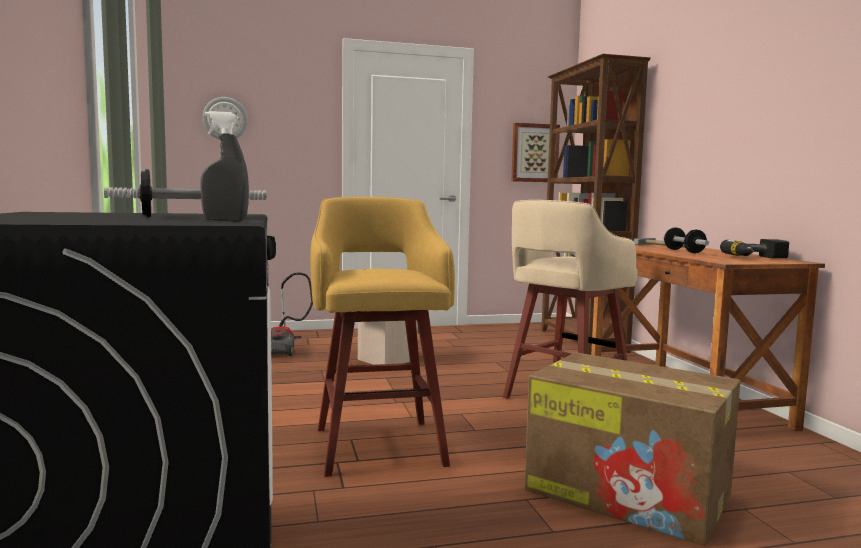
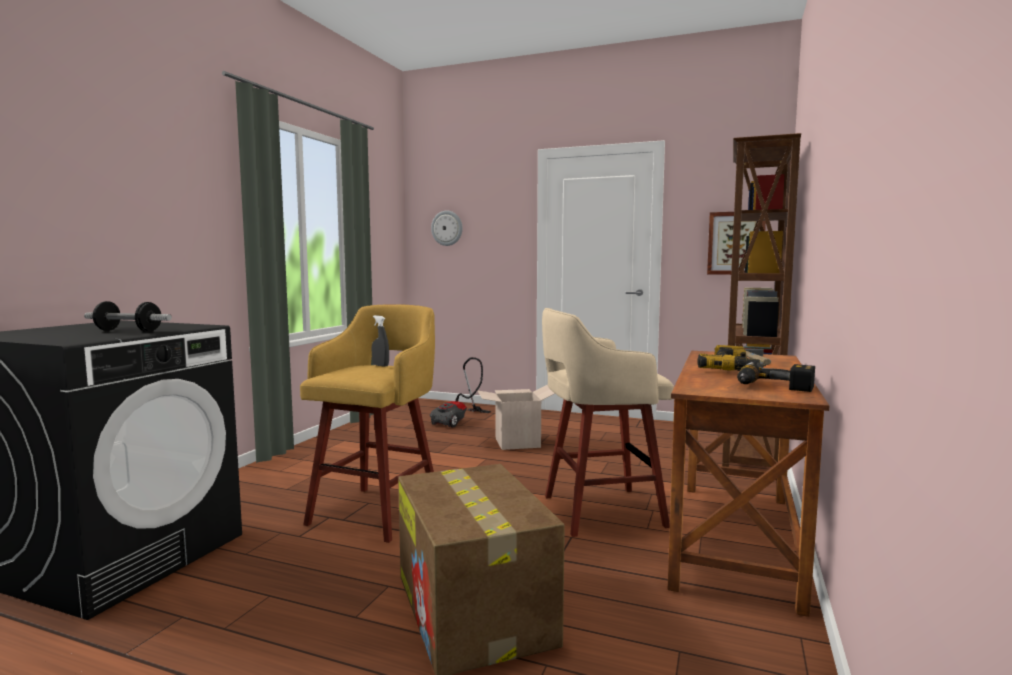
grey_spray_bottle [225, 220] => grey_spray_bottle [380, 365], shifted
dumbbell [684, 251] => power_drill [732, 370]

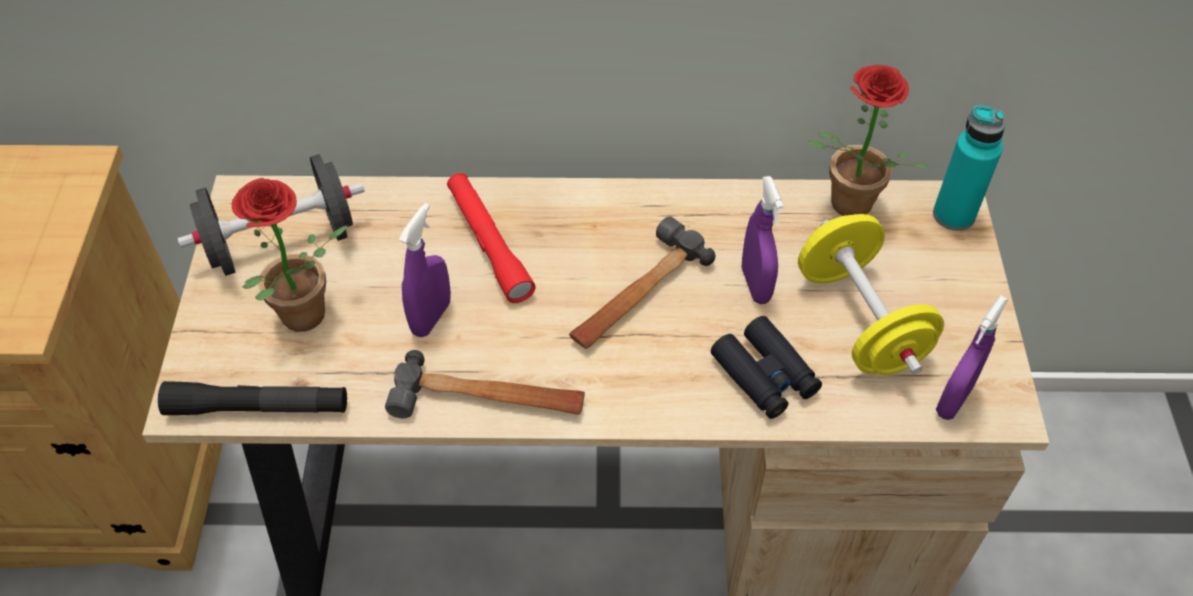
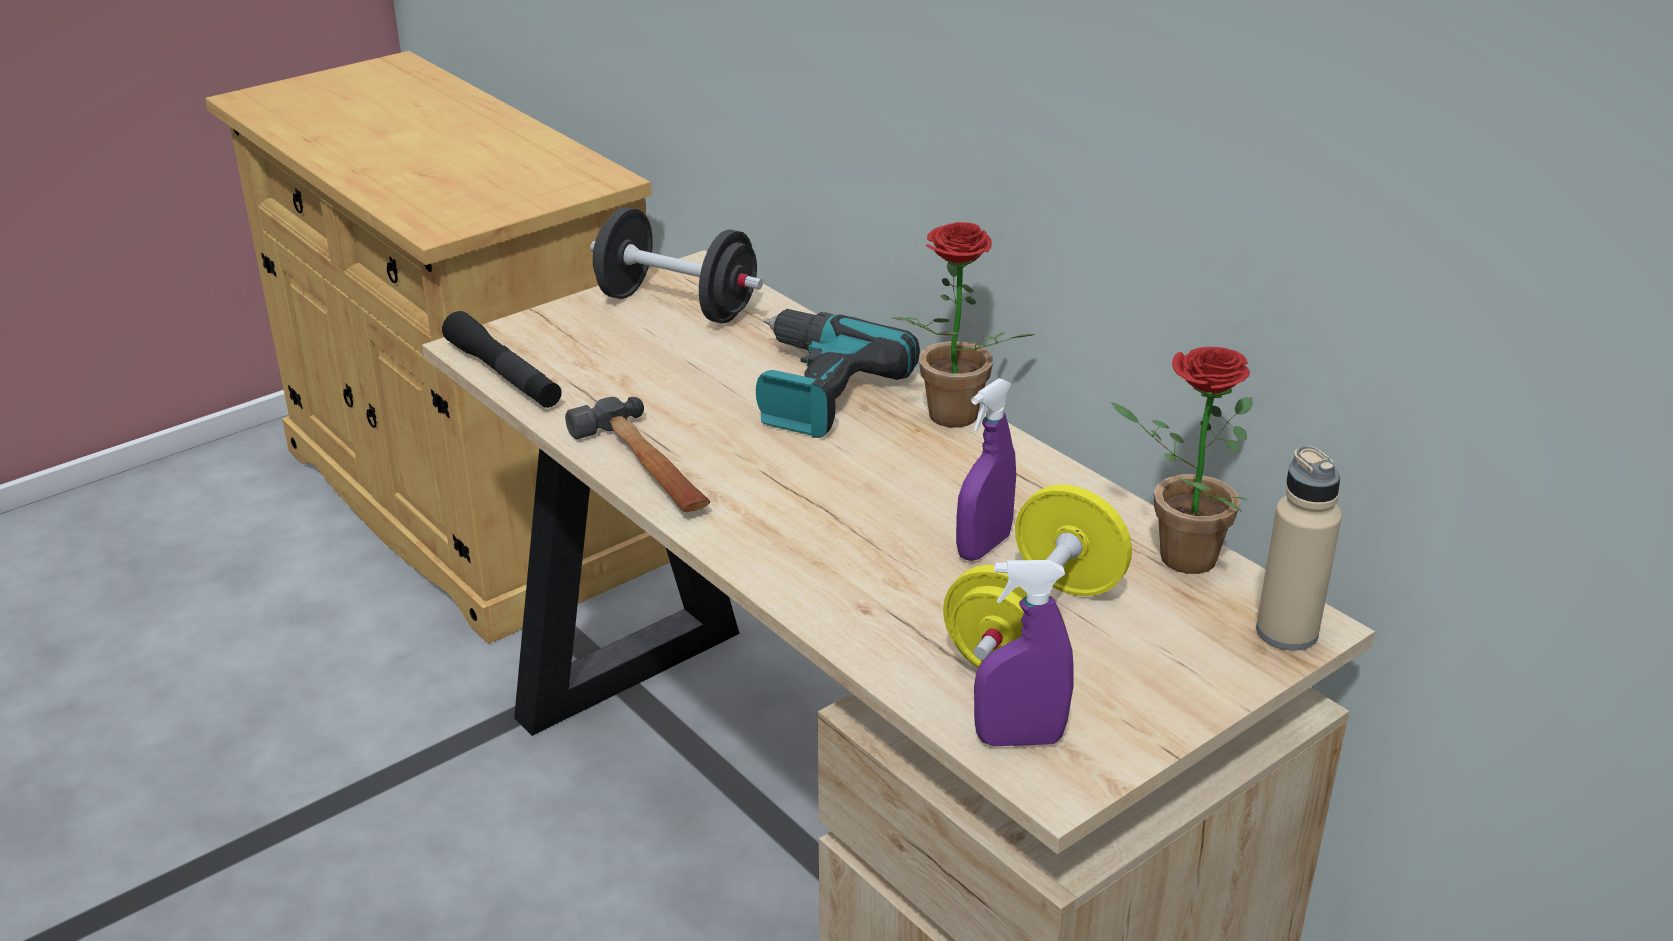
red_flashlight [489, 244] => power_drill [814, 390]
potted_plant [305, 322] => potted_plant [948, 420], shifted
turquoise_bottle [953, 215] => beige_bottle [1286, 632]
purple_spray_bottle [431, 317] => nothing
hammer [637, 293] => nothing
black_binoculars [765, 375] => nothing

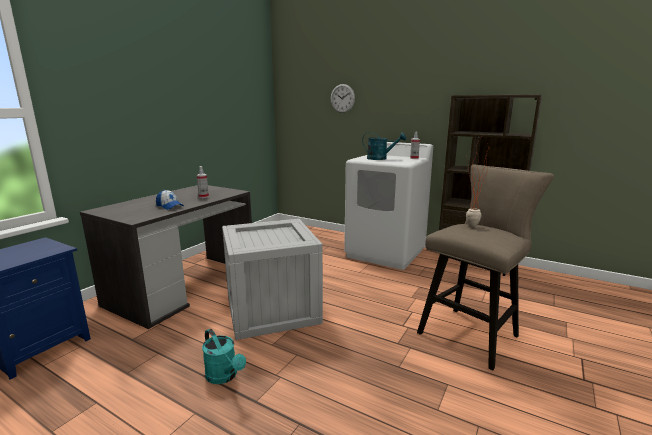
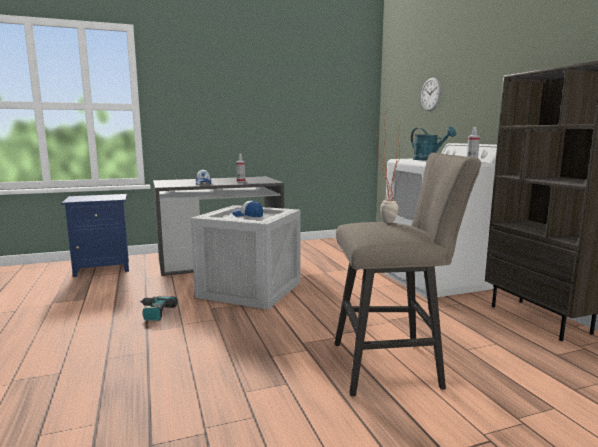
turquoise_watering_can [224, 376] => power_drill [154, 313]
nothing => cap [248, 215]

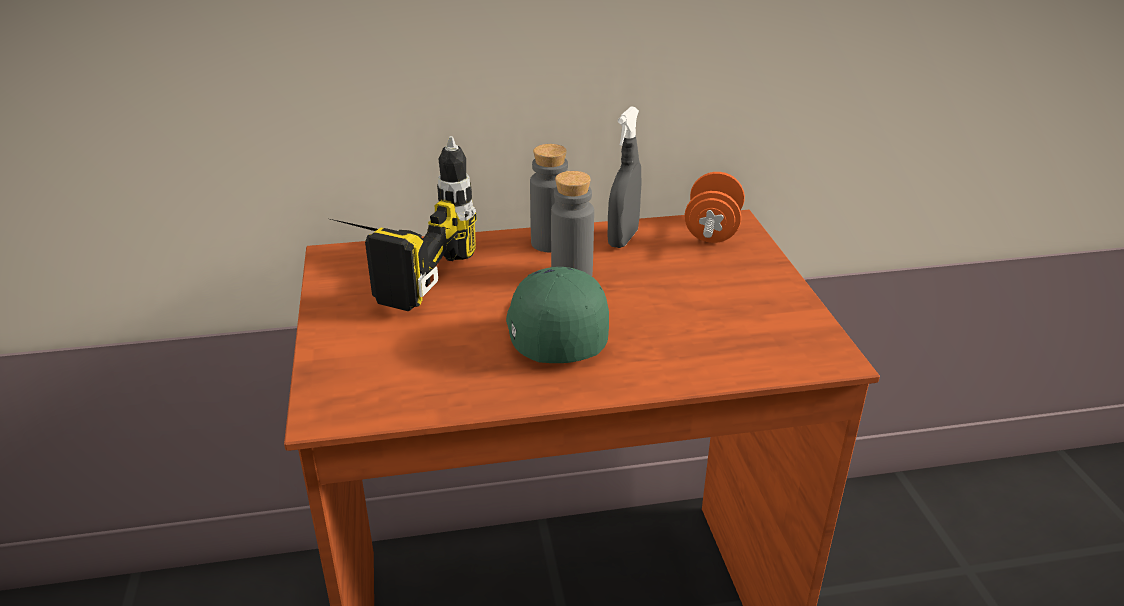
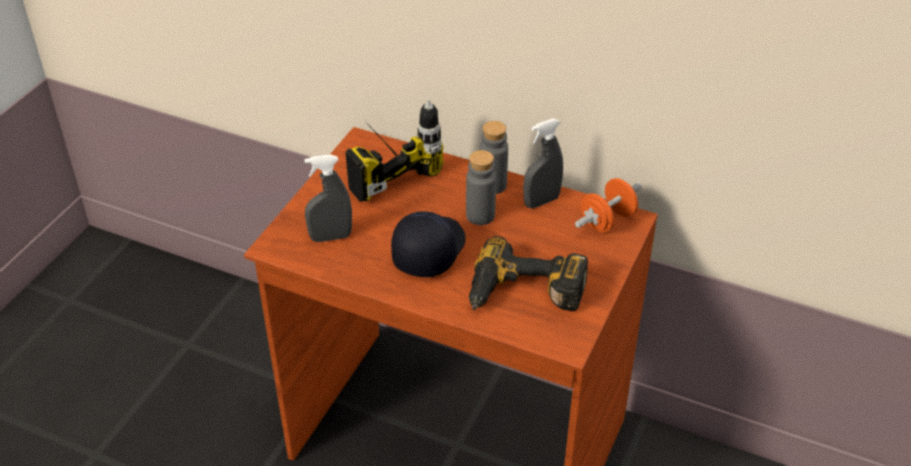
nothing => grey_spray_bottle [331, 237]
green_cap [552, 332] => black_cap [428, 250]
nothing => power_drill [524, 295]

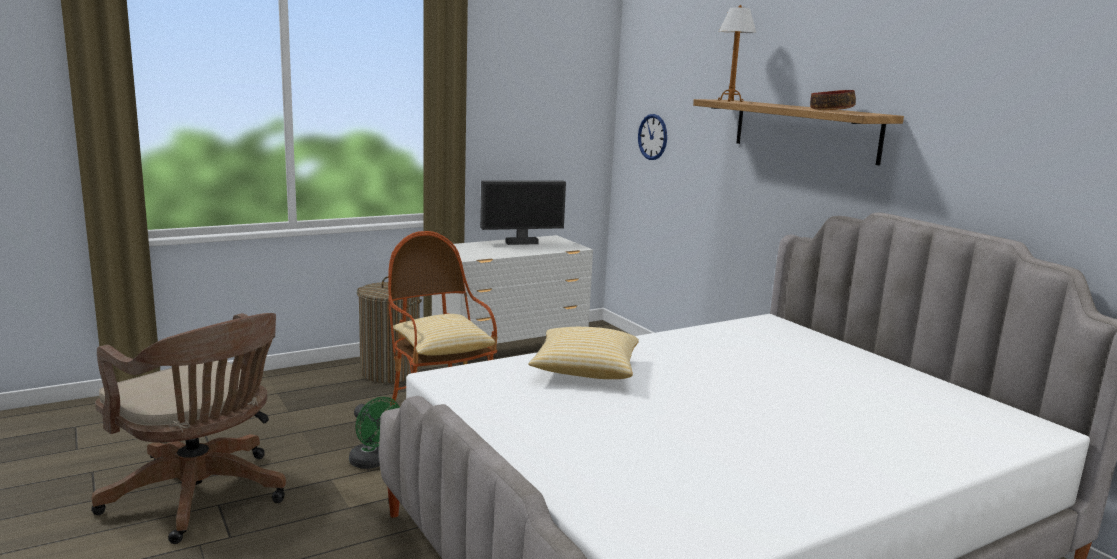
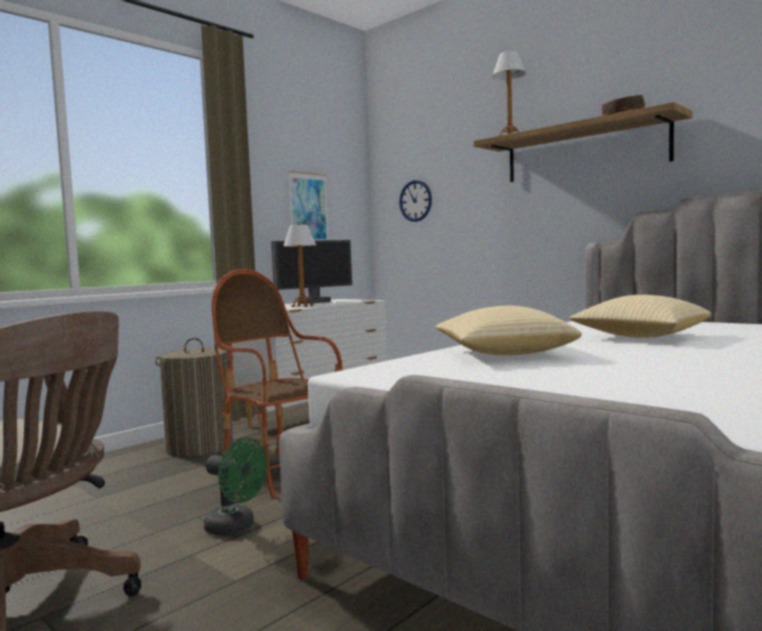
nothing => table_lamp [302, 306]
nothing => picture [308, 209]
pillow [442, 350] => pillow [640, 337], shifted

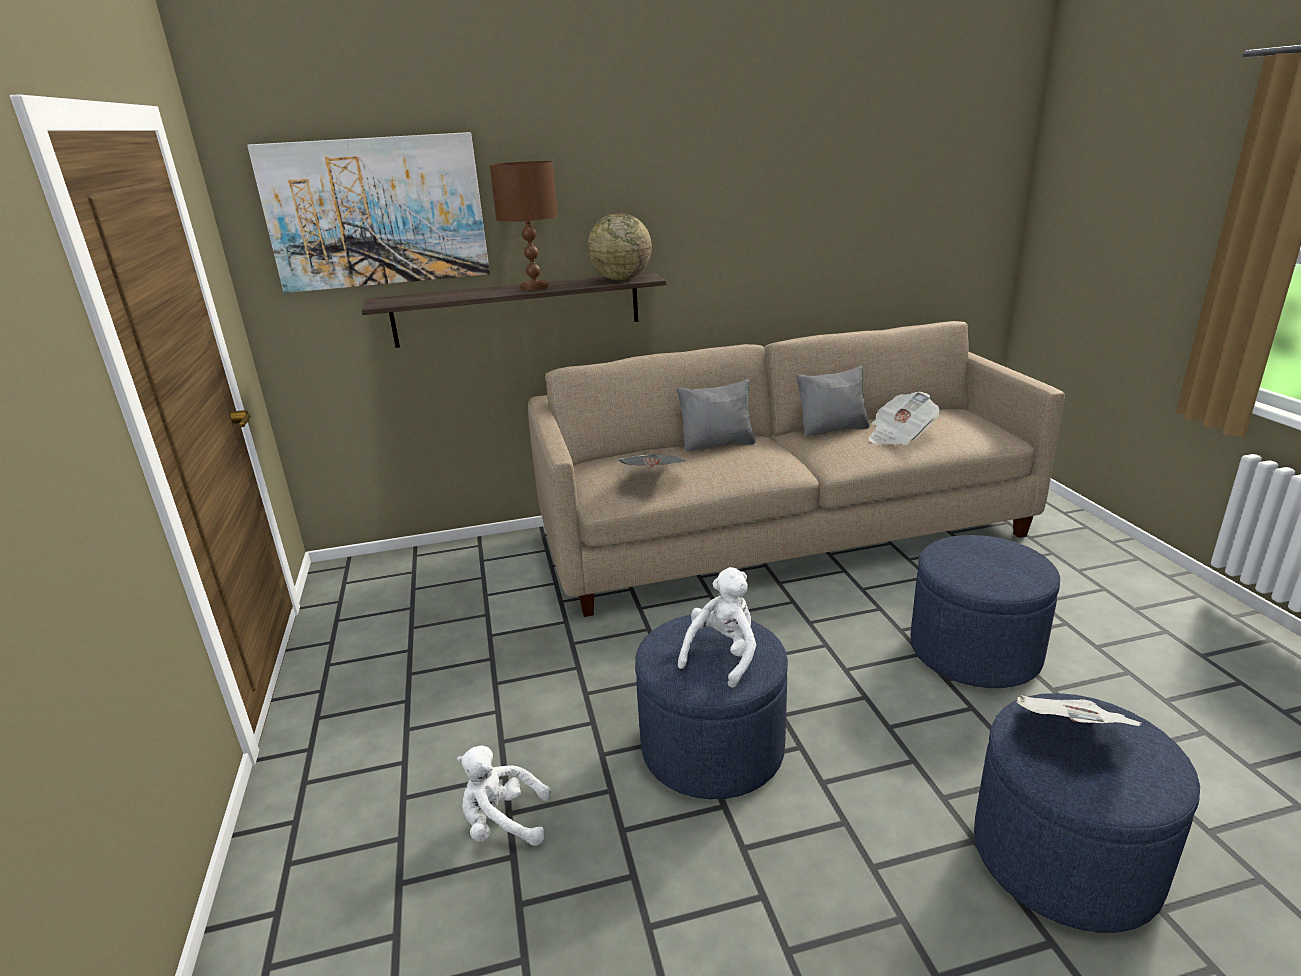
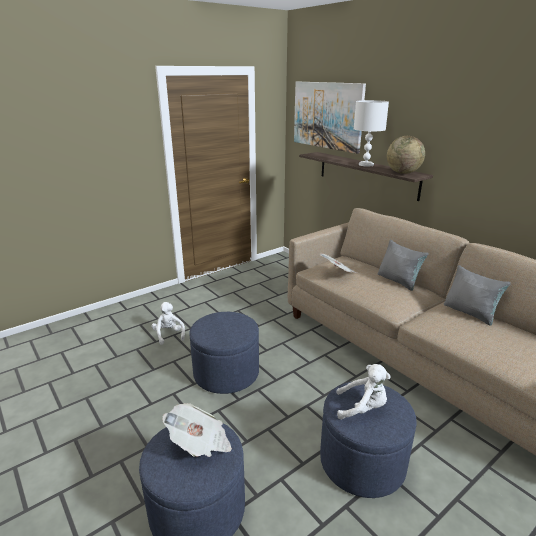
white_plush_toy [723, 655] => white_plush_toy [362, 408], shifted
brown_table_lamp [535, 287] => white_table_lamp [365, 165]
newspaper [899, 436] => nothing

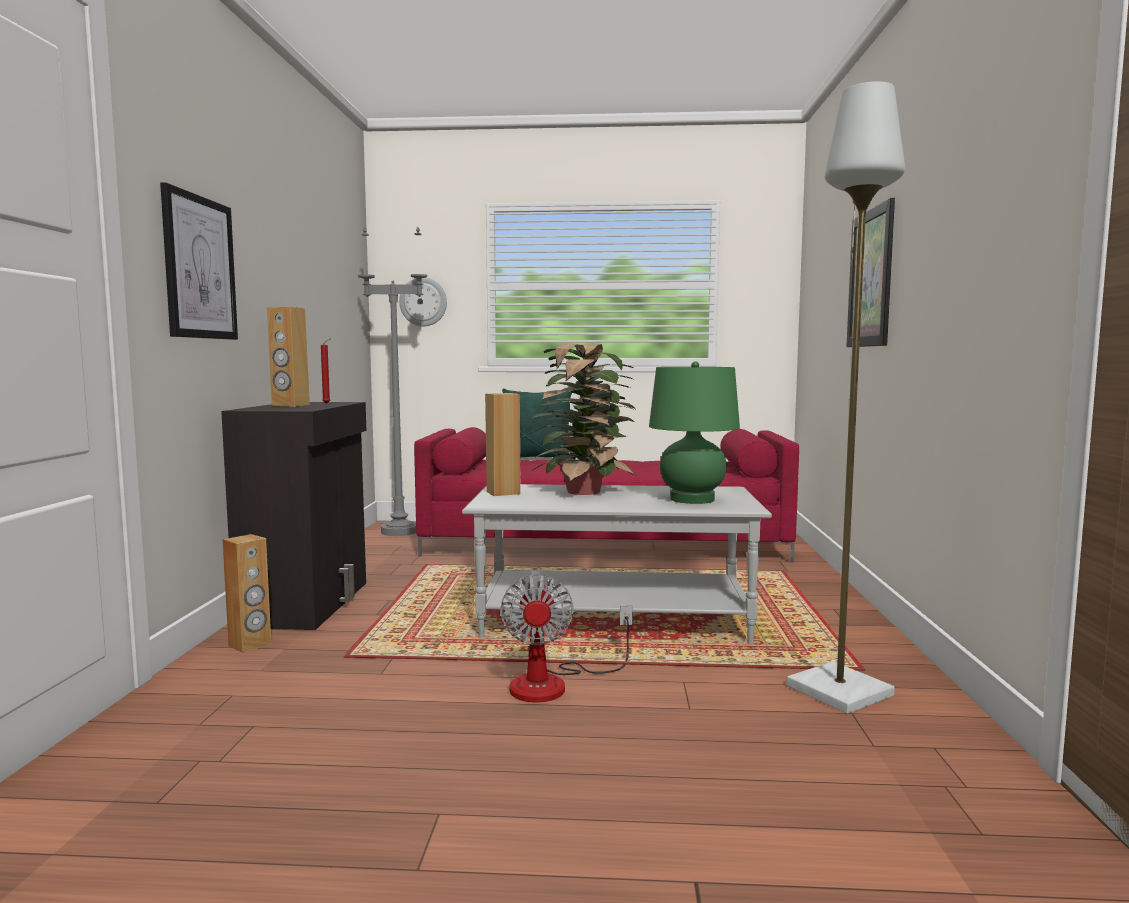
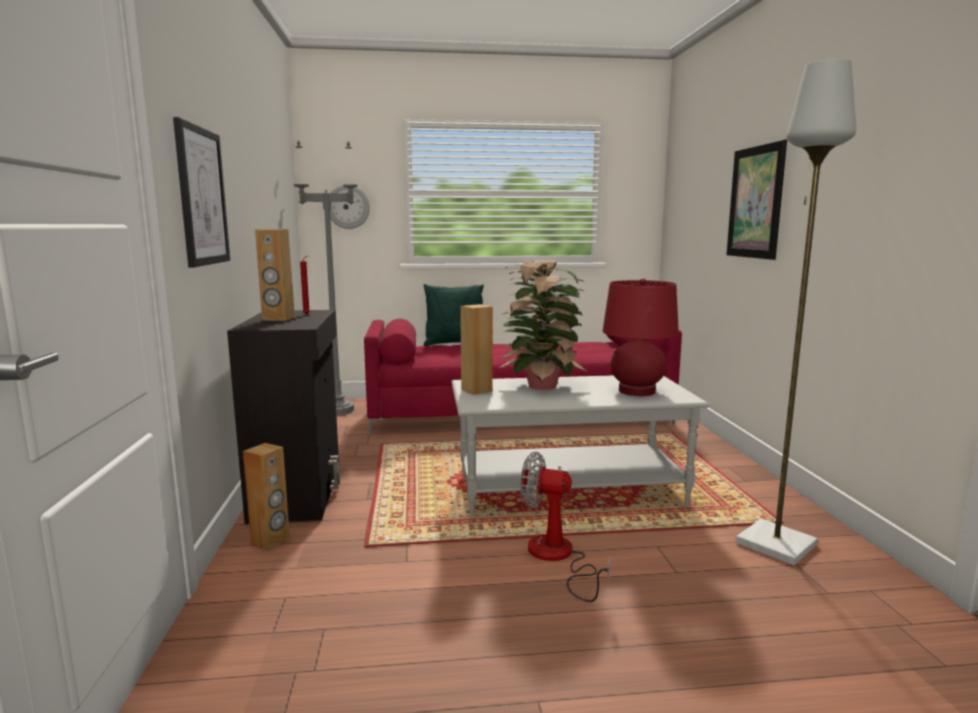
fan [554, 683] => fan [557, 558], 120 degrees clockwise
green_table_lamp [692, 499] => red_table_lamp [636, 391]

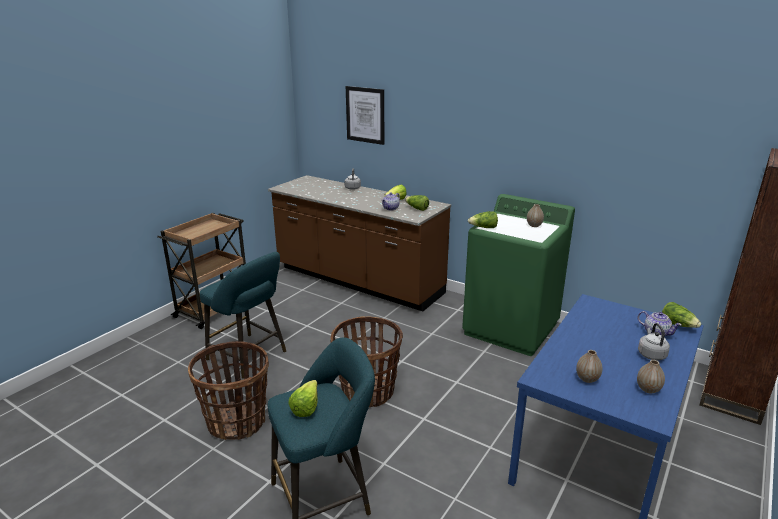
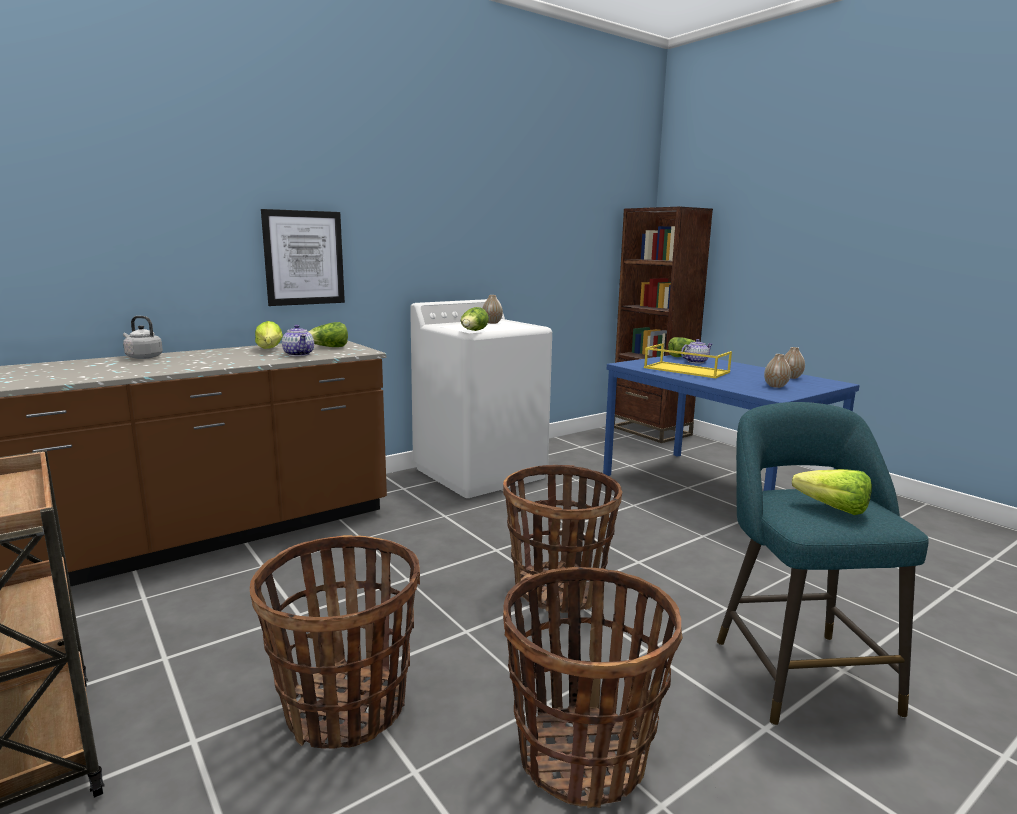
turquoise_stool [249, 357] => basket [346, 708]
picture [365, 115] => picture [304, 258], shifted
green_washing_machine [511, 328] => white_washing_machine [480, 473]
nothing => yellow_tray [685, 370]
grey_kettle [651, 354] => nothing

